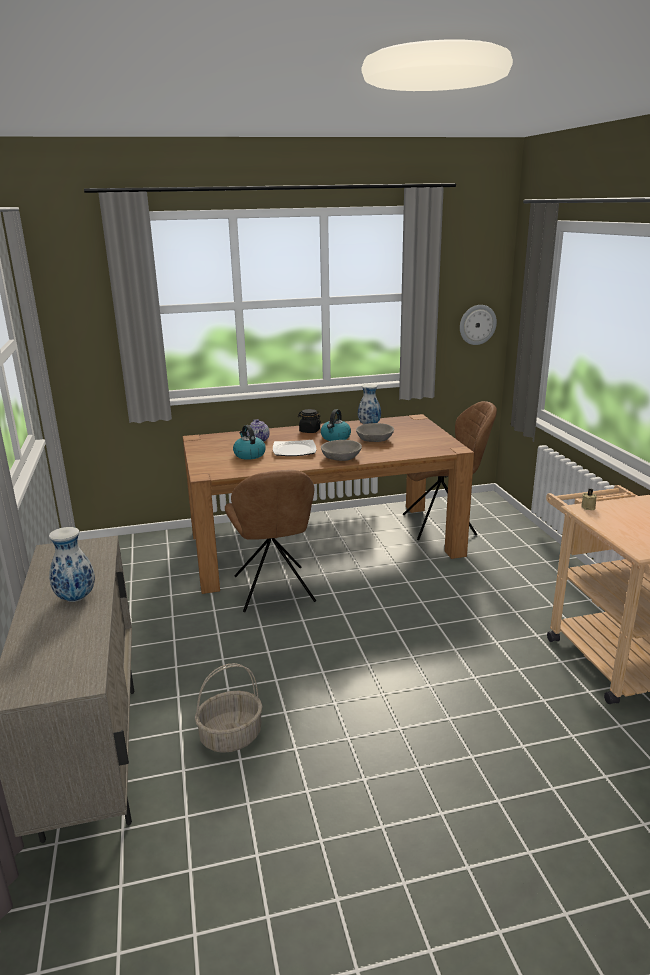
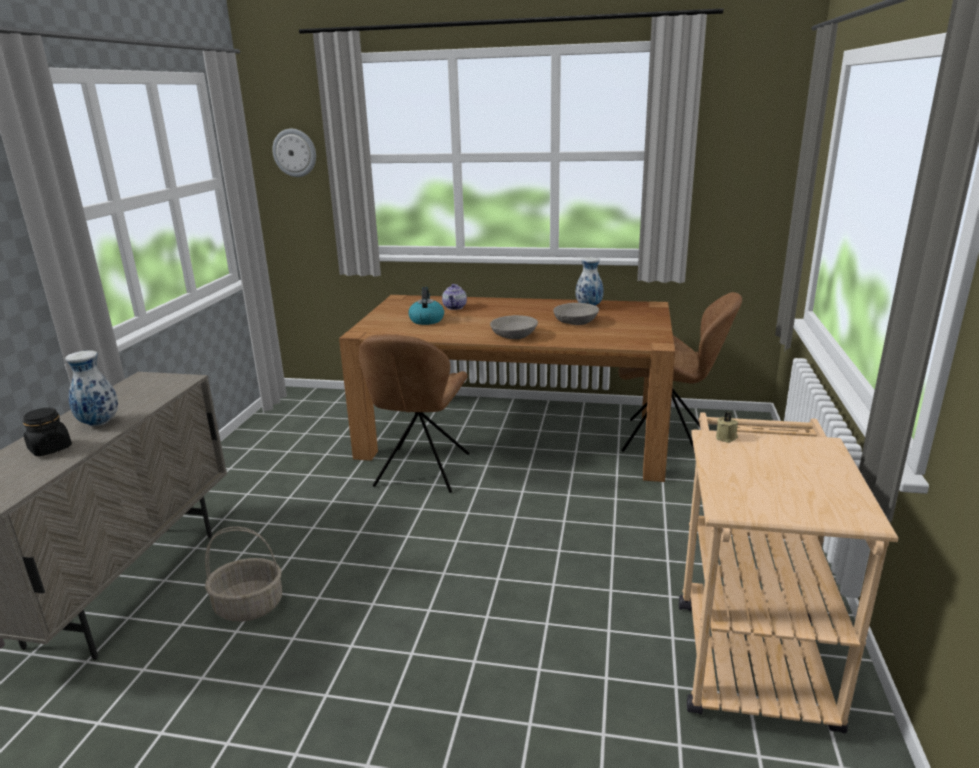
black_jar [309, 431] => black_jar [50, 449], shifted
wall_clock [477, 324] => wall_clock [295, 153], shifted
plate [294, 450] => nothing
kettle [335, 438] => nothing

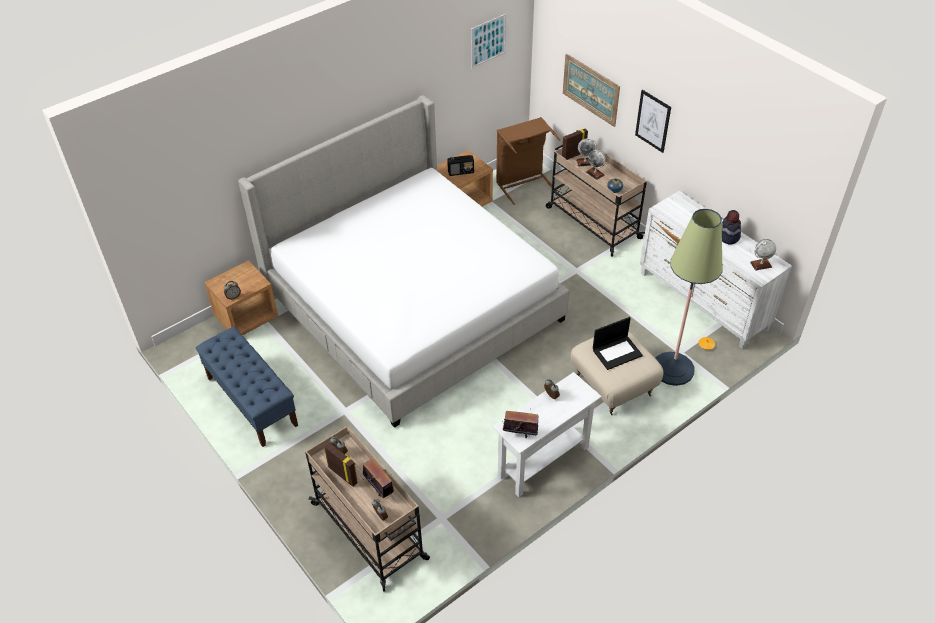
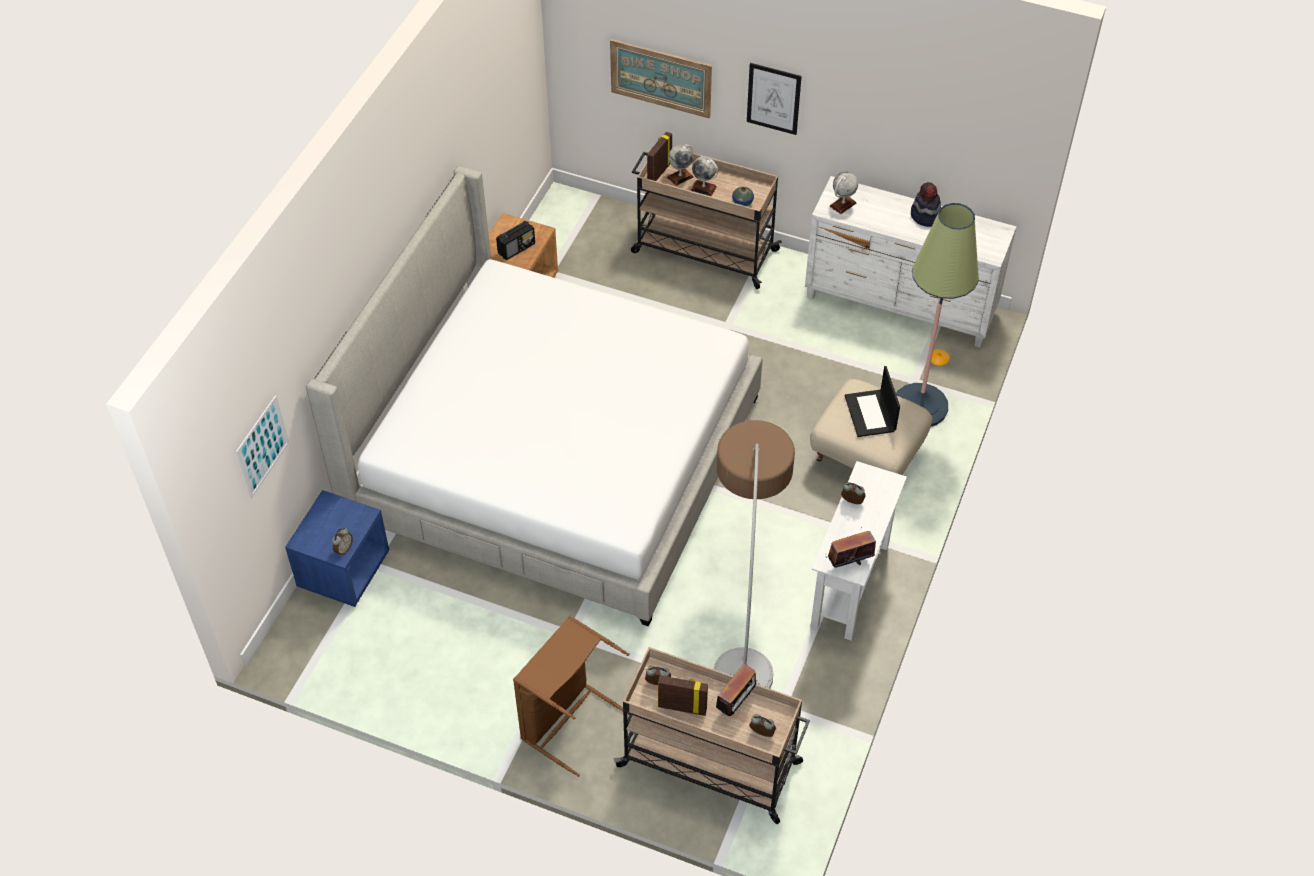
picture [488, 41] => picture [262, 446], shifted
brown_nightstand [246, 317] => blue_nightstand [344, 570]
brown_laundry_basket [523, 183] => brown_laundry_basket [567, 720], shifted
nothing => floor_lamp [745, 606]
radio [379, 488] => radio [736, 702], 105 degrees clockwise
globe [761, 264] => globe [843, 204], shifted
laptop [617, 352] => laptop [871, 414], 135 degrees clockwise
blue_bench [251, 401] => nothing

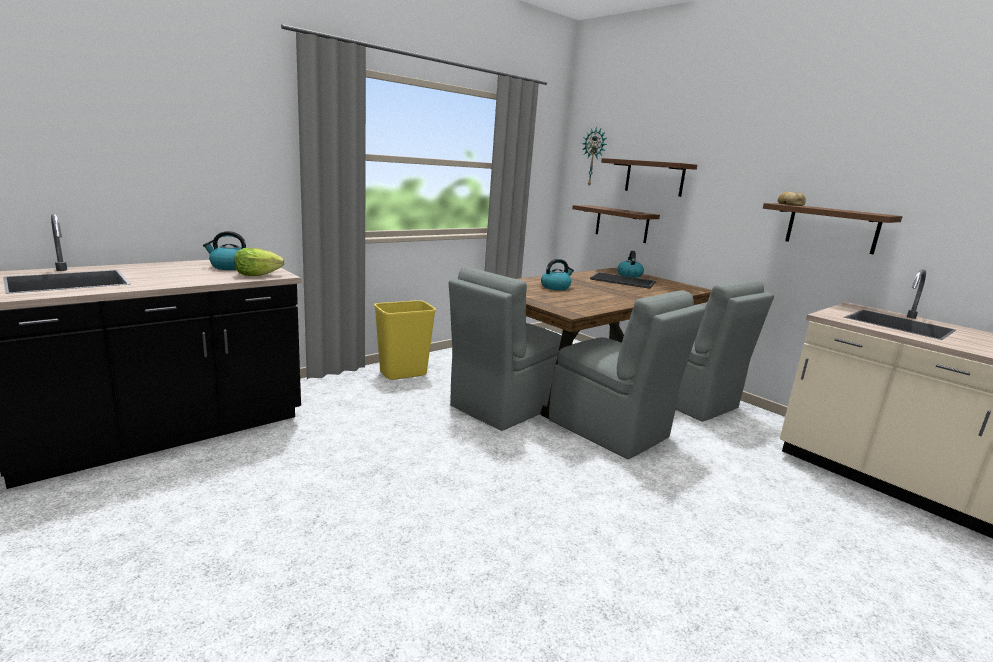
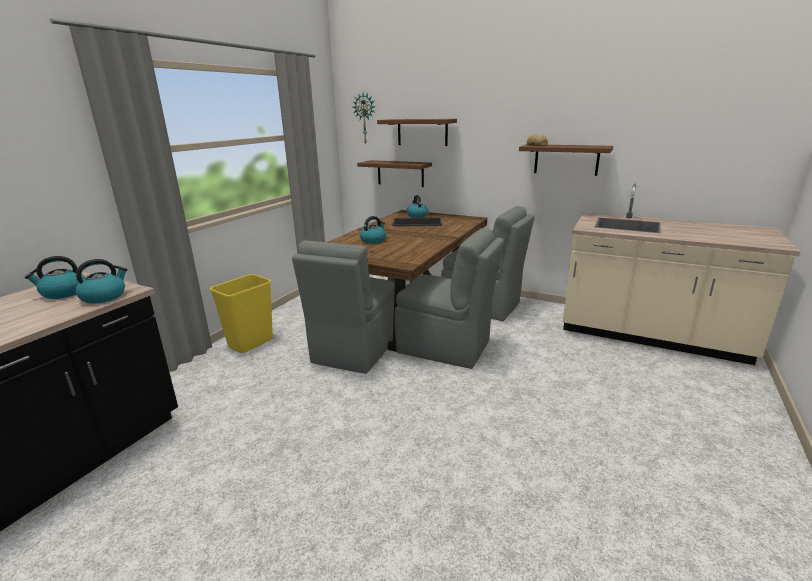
lettuce [257, 275] => kettle [104, 296]

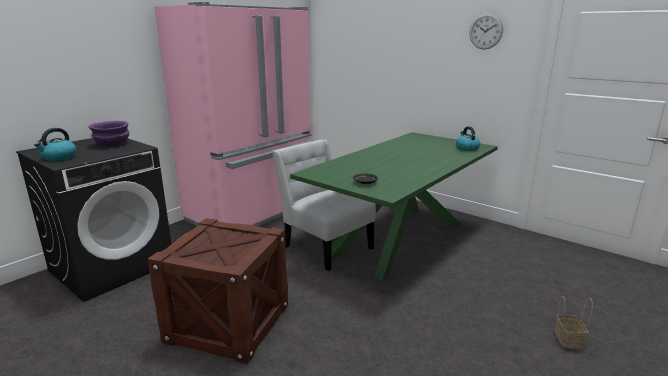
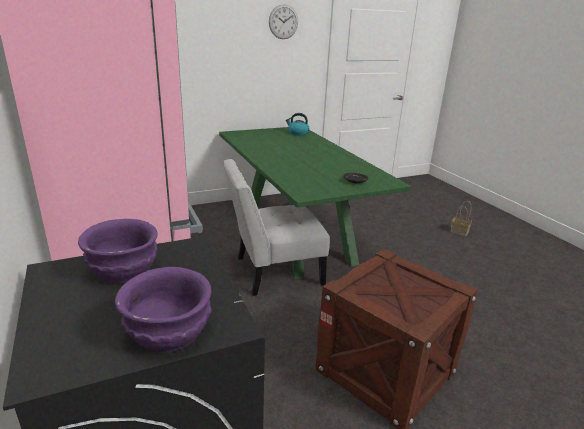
kettle [59, 157] => purple_bowl [169, 331]

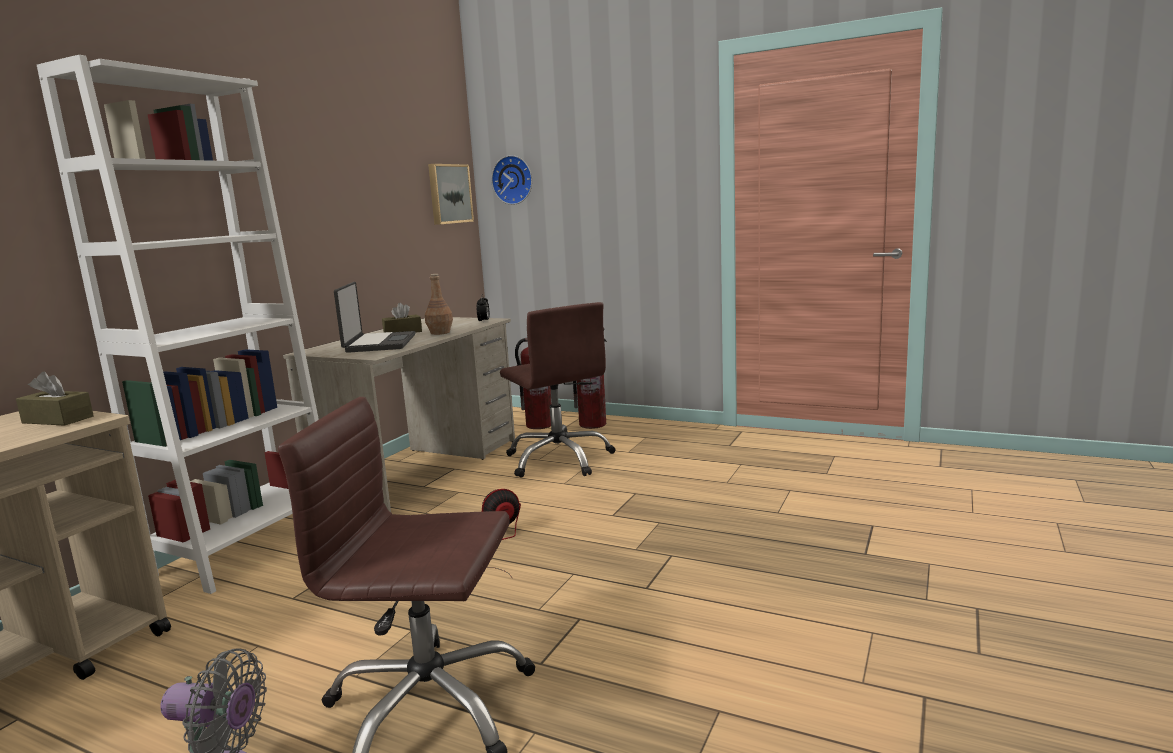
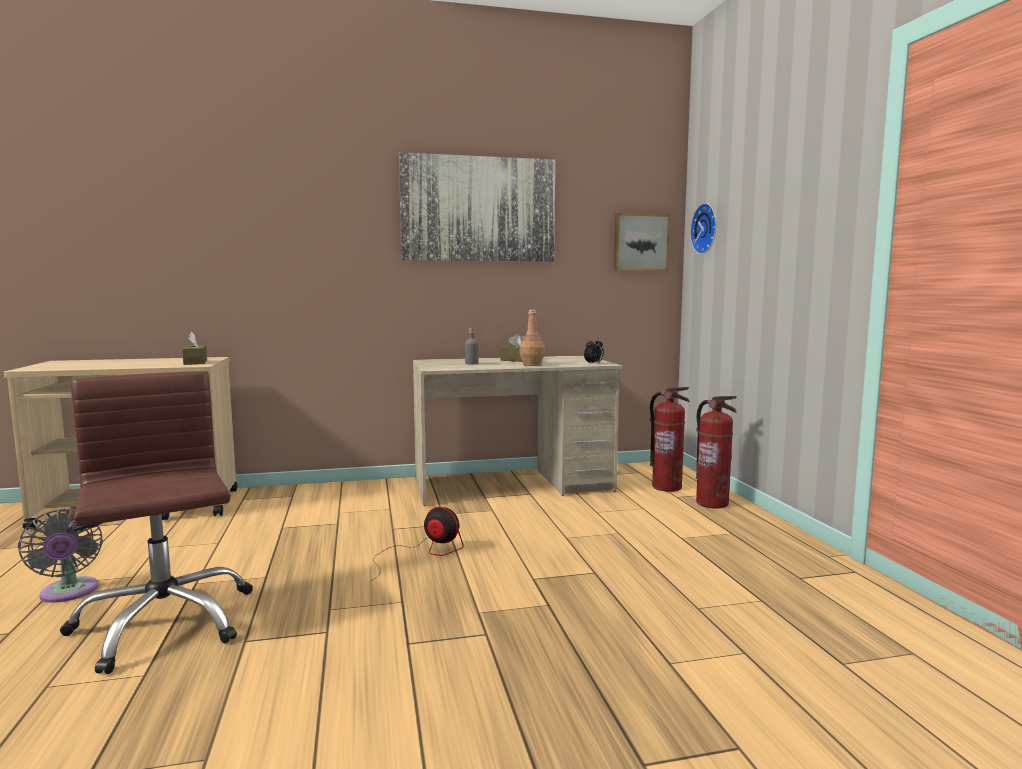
nothing => picture [478, 209]
laptop [378, 344] => grey_bottle [471, 363]
white_bookcase [249, 547] => nothing
brown_office_chair [559, 459] => nothing

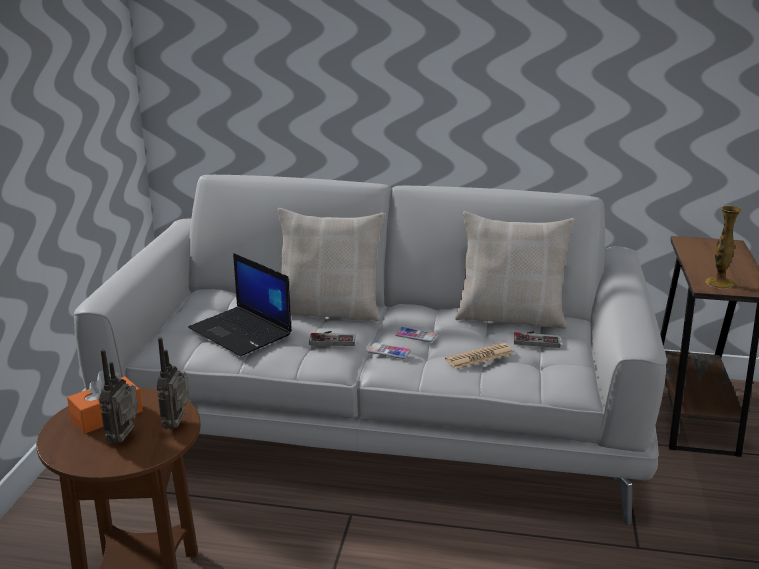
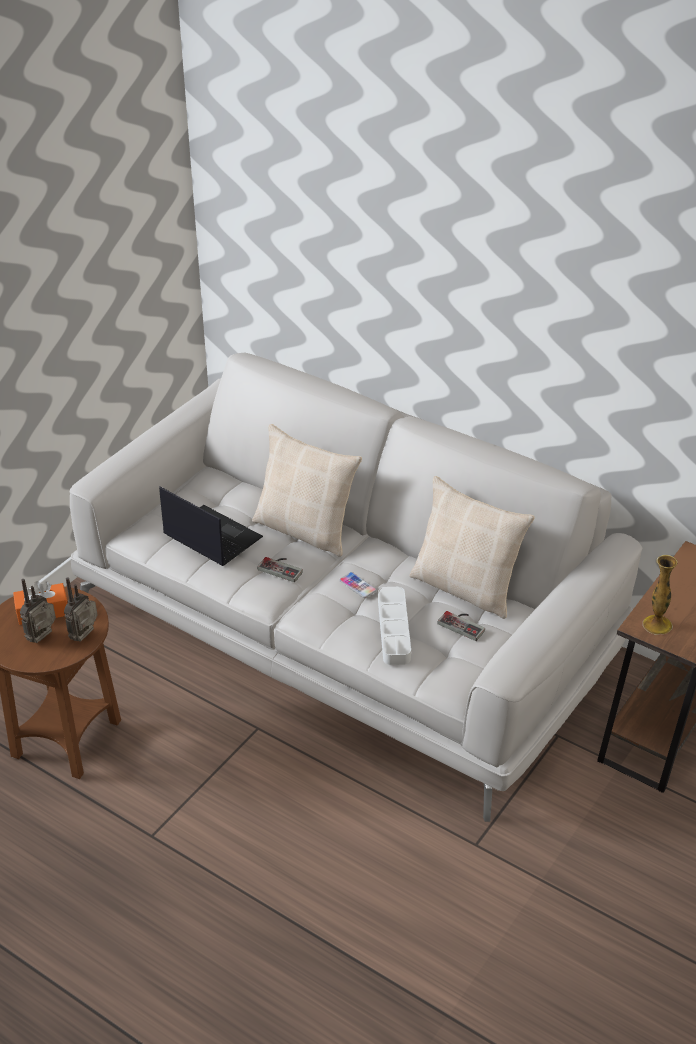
laptop [242, 332] => laptop [211, 536], 150 degrees clockwise
newspaper [479, 357] => grey_tray [394, 629]
phone [389, 352] => nothing

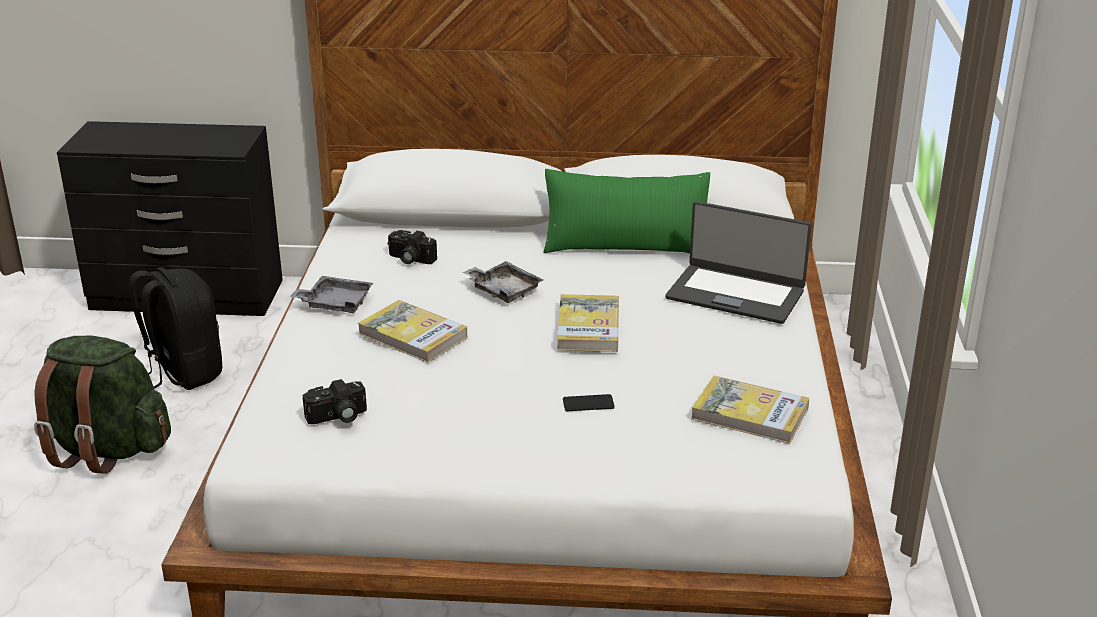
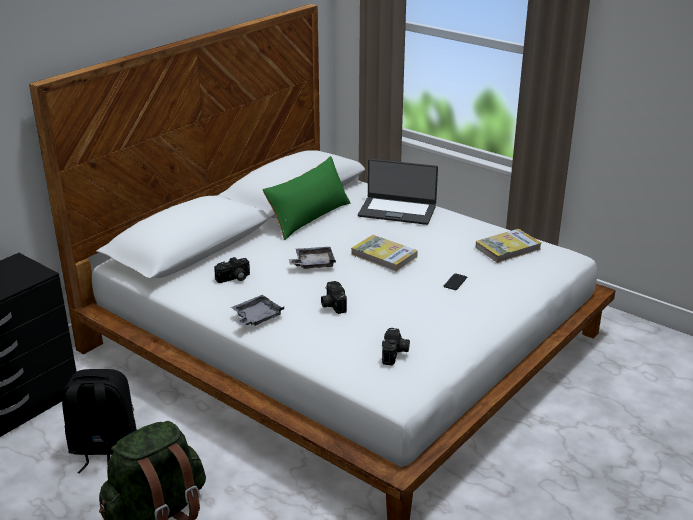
book [413, 335] => photo_camera [332, 304]
laptop [735, 294] => laptop [397, 211], 45 degrees clockwise

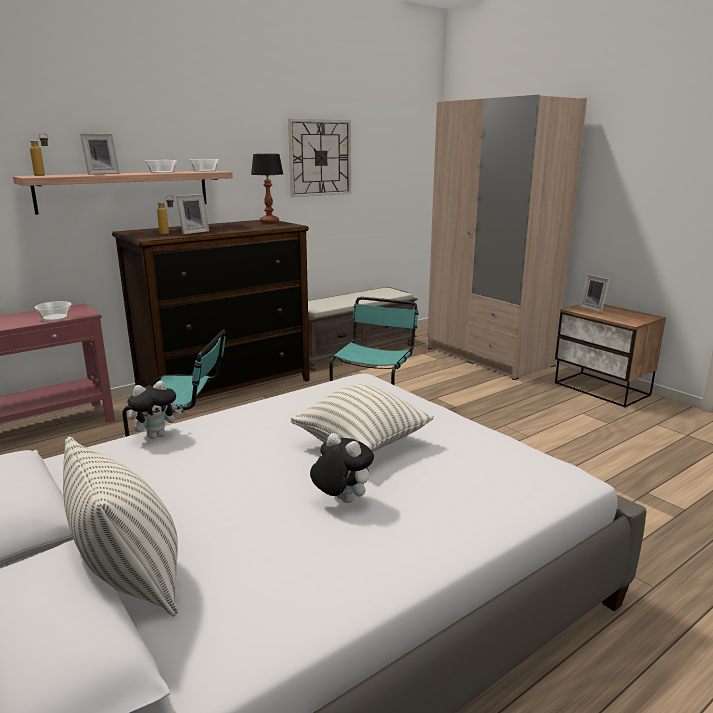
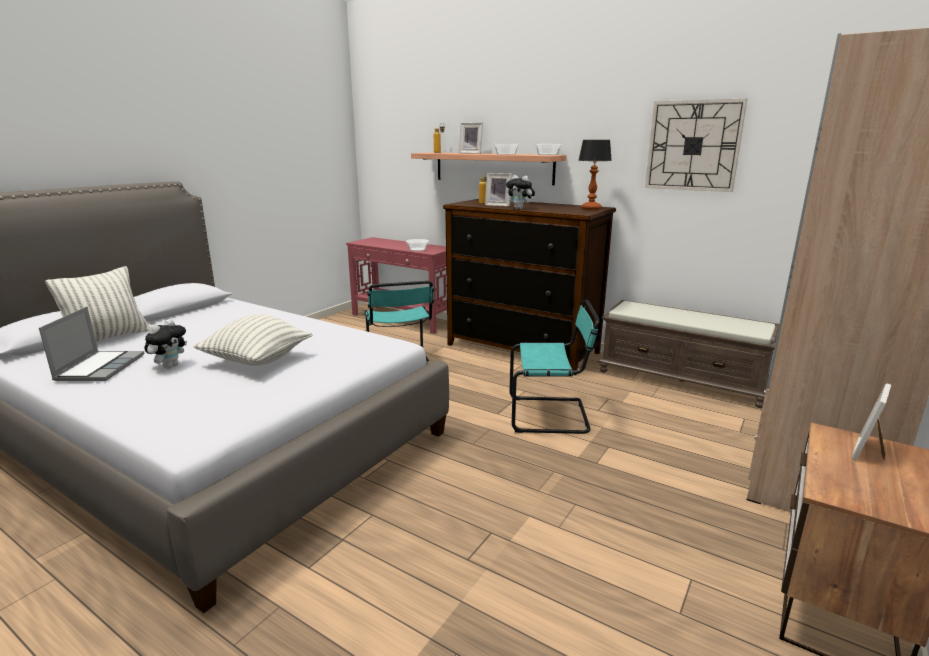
nothing => laptop [100, 367]
plush_toy [156, 435] => plush_toy [520, 208], shifted

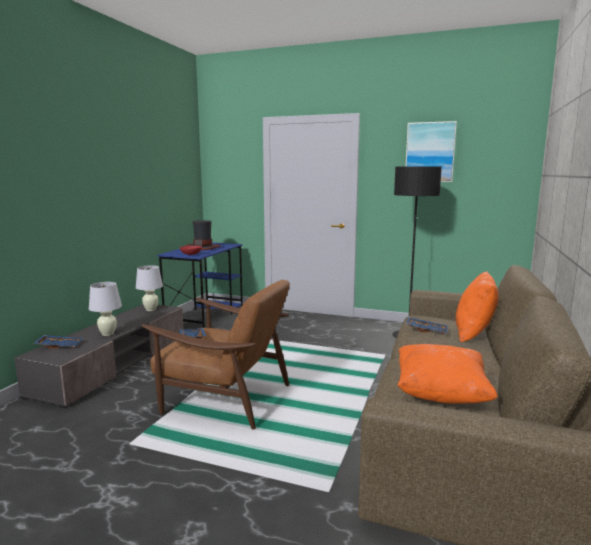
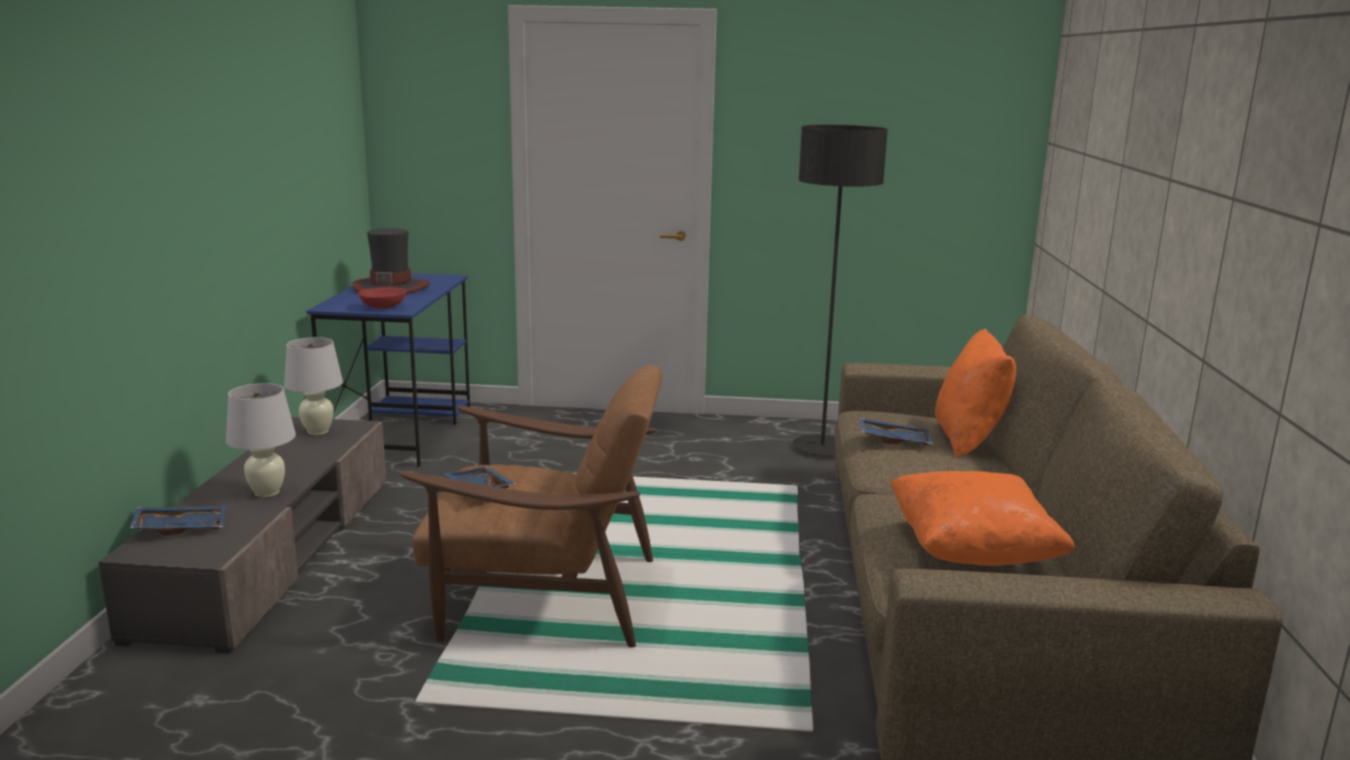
picture [430, 152] => nothing

